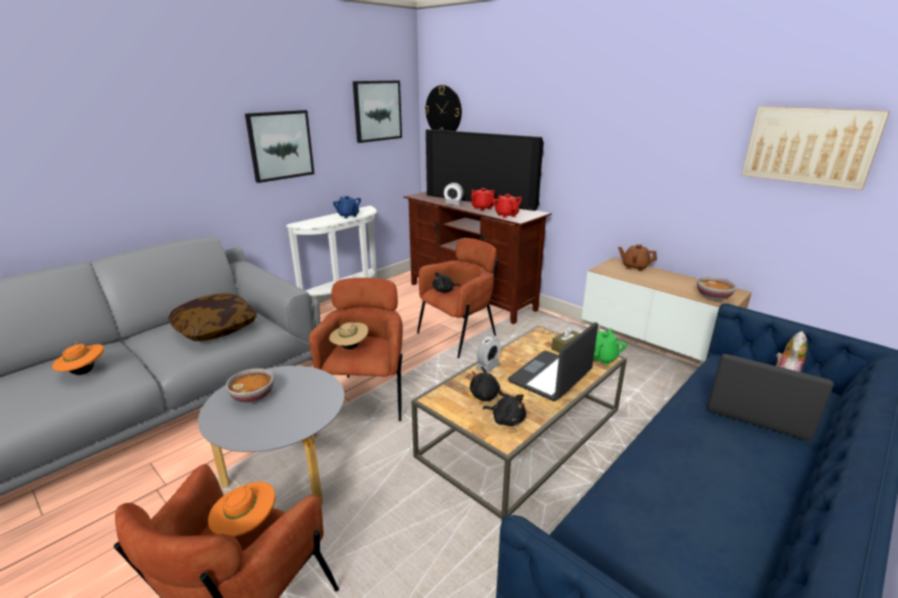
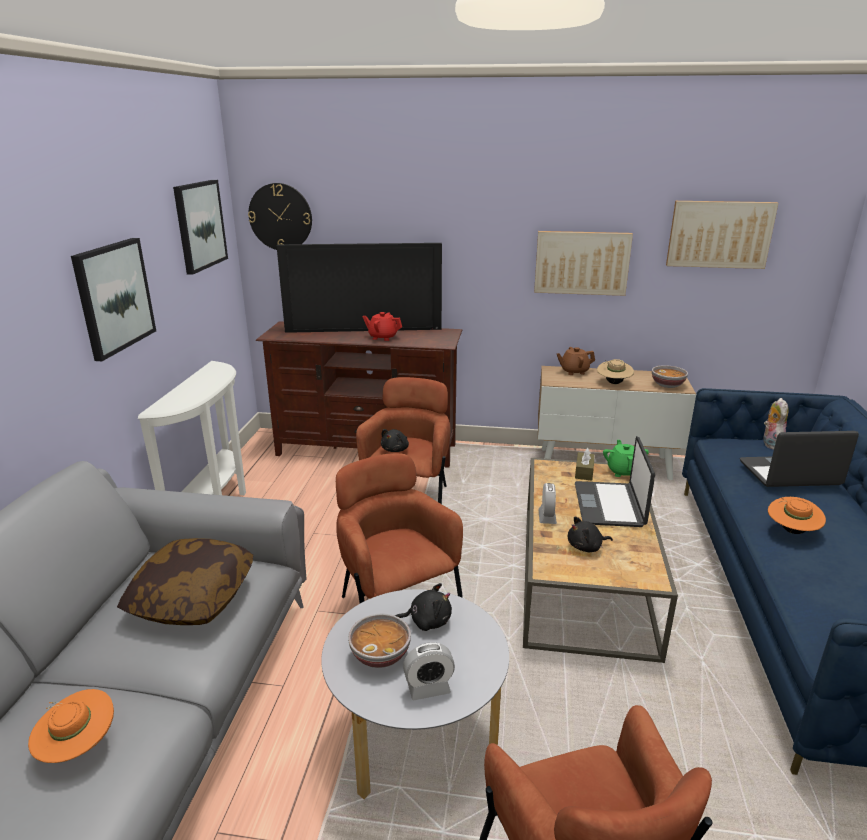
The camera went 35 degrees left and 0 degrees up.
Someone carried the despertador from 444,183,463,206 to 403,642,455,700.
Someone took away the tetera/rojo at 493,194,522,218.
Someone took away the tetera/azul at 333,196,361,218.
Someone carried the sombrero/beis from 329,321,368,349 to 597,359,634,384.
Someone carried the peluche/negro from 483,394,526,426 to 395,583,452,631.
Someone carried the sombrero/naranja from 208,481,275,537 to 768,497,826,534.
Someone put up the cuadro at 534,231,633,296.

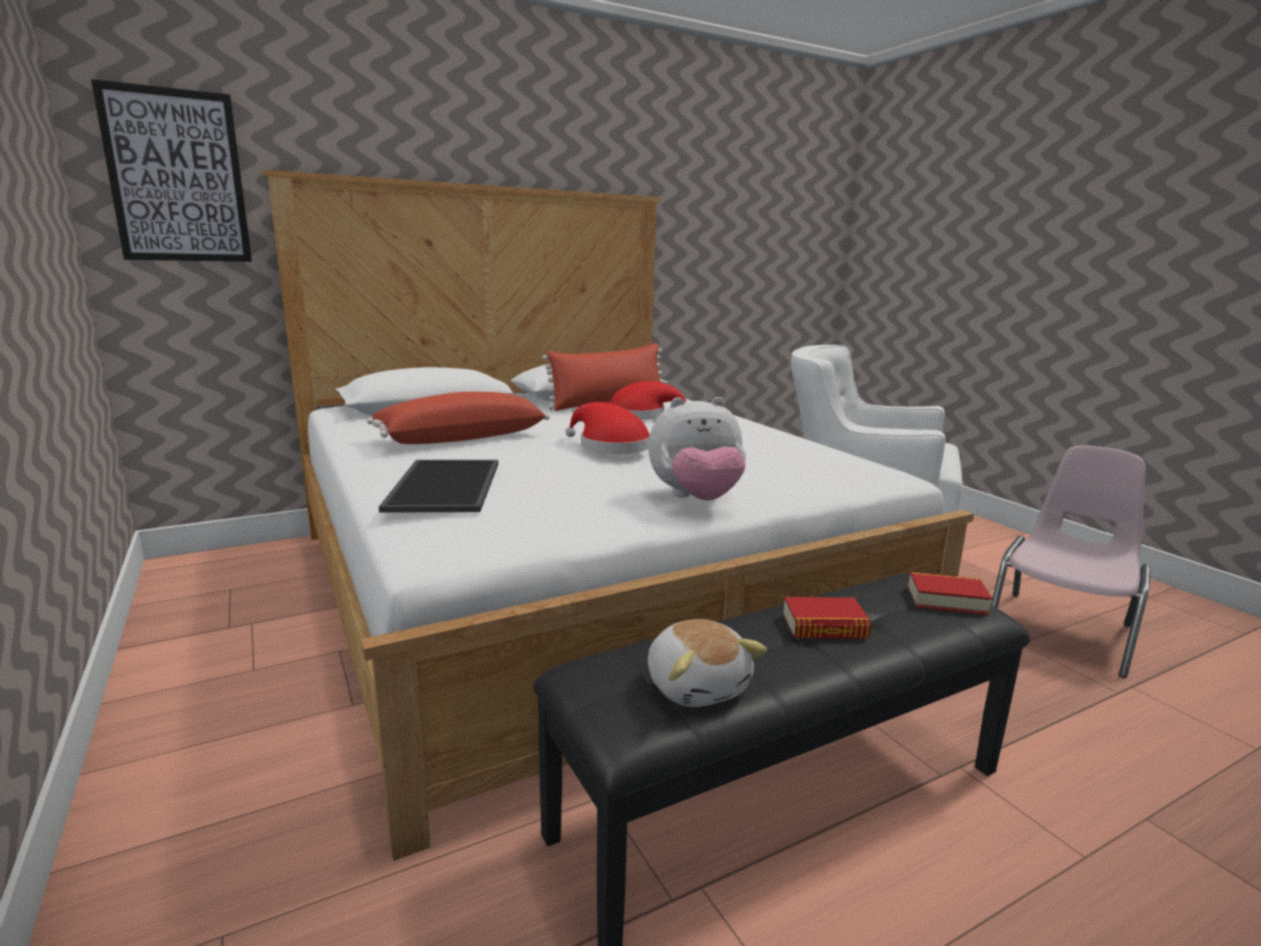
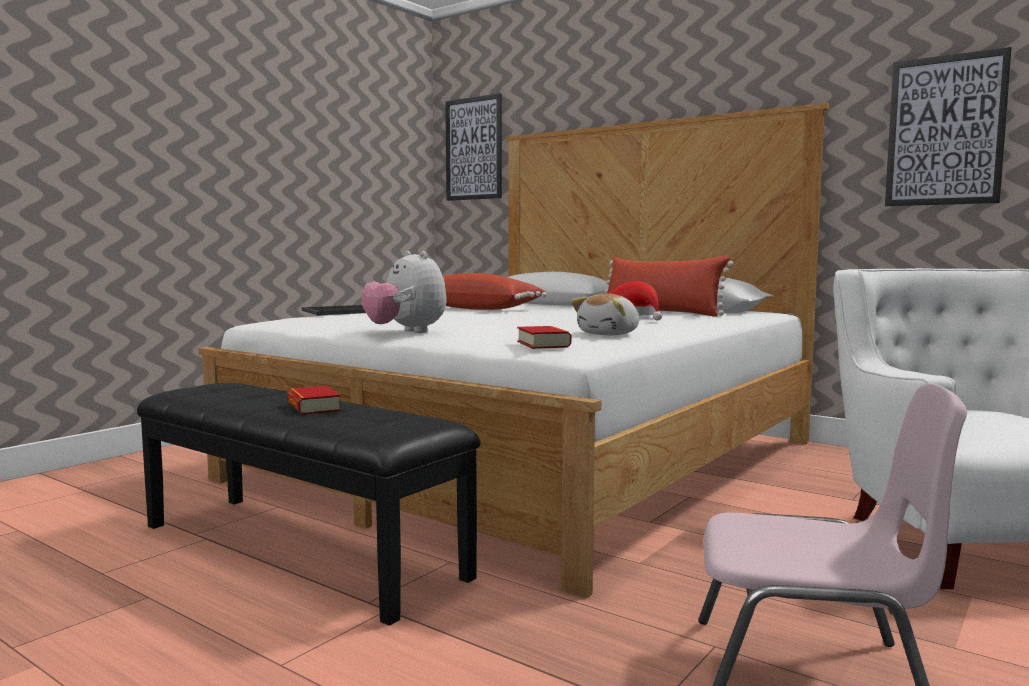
The camera went 65 degrees right and 10 degrees down.
Someone took away the sombrero/rojo at 565,402,650,454.
Someone carried the libro from 908,572,992,615 to 517,326,571,349.
Someone carried the peluche from 648,619,767,707 to 571,293,639,335.
Someone put up the cuadro at 885,47,1012,206.

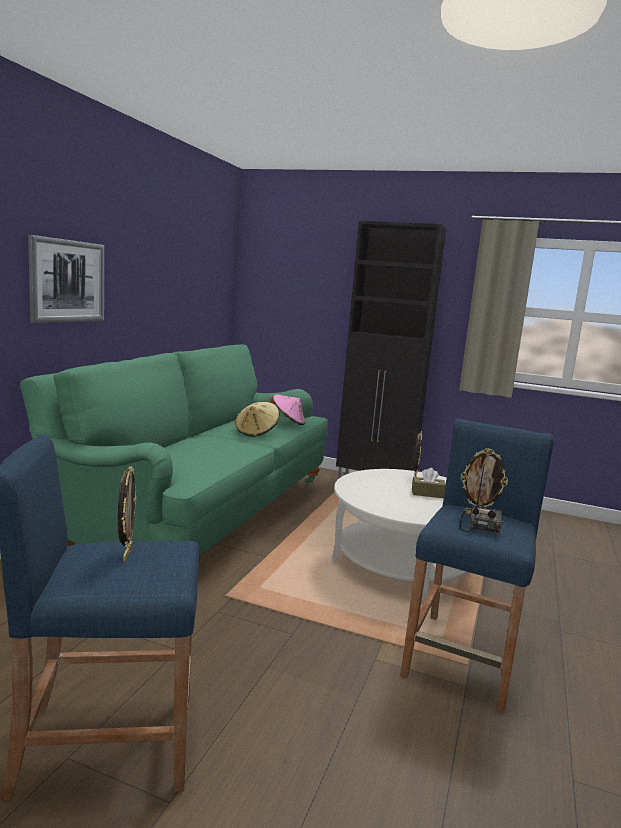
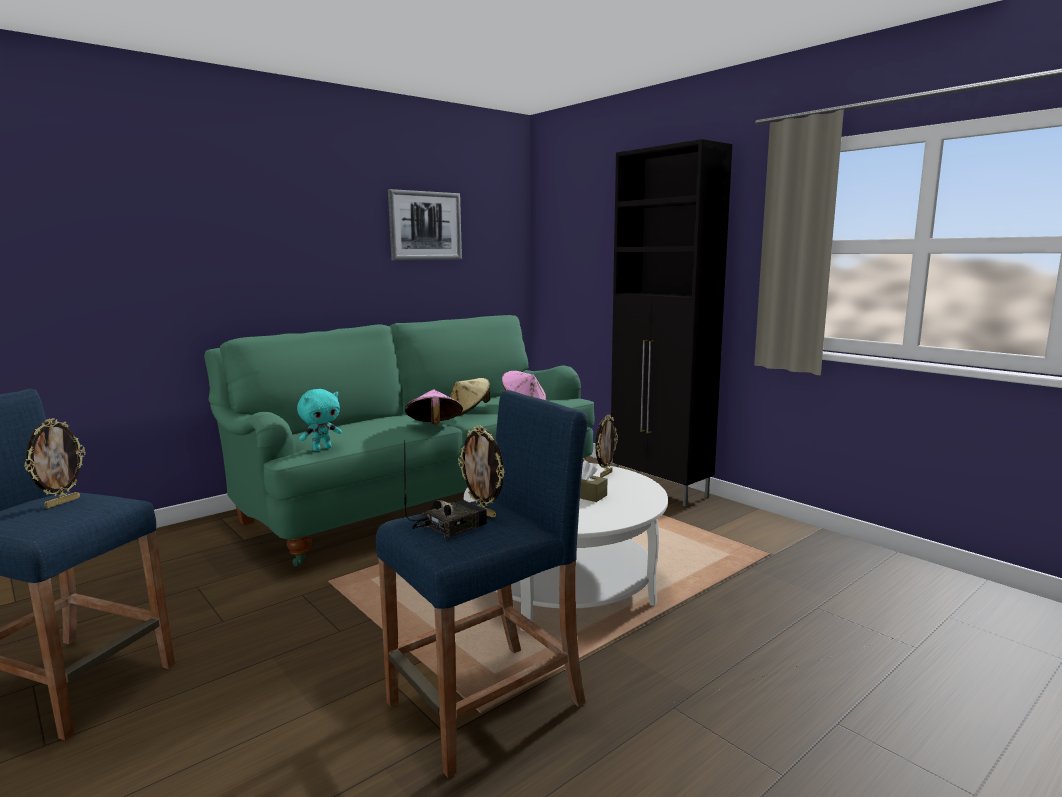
The camera went 30 degrees right and 0 degrees up.
Someone carried the cuadro from 28,235,104,323 to 388,189,462,261.
Someone put down the peluche/turquesa at 297,389,342,451.
Someone put down the sombrero/rosa at 405,390,463,424.

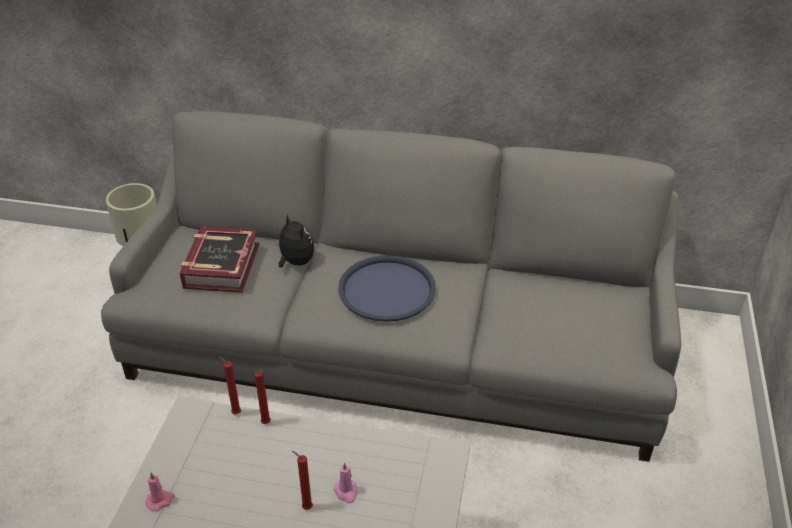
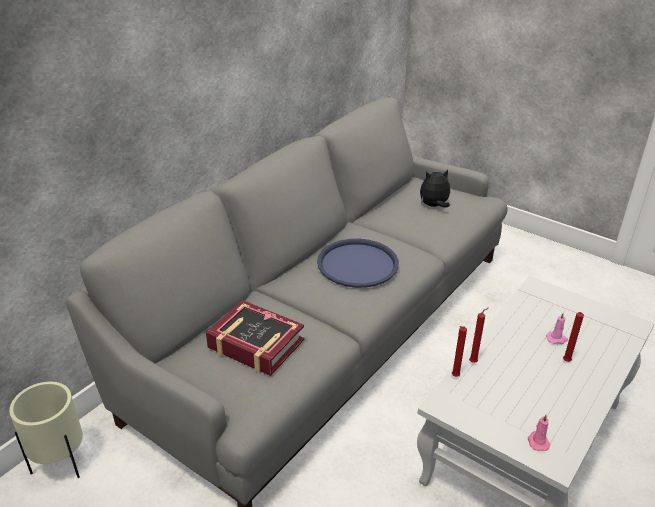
The camera went 65 degrees left and 5 degrees down.
Someone carried the peluche from 274,214,314,267 to 420,170,450,208.

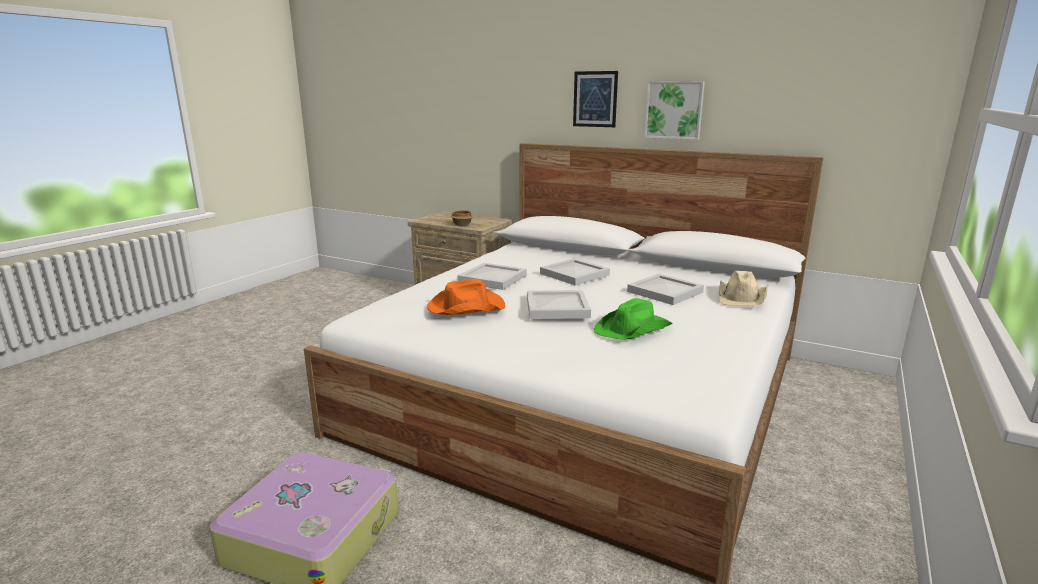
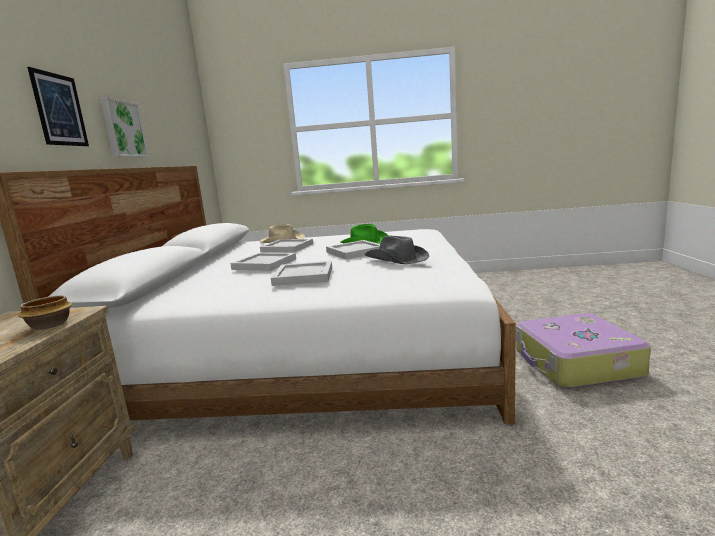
The camera went 115 degrees left and 5 degrees down.
Someone repainted the sombrero/naranja at 427,279,505,315, which became the sombrero/gris at 365,236,429,264.

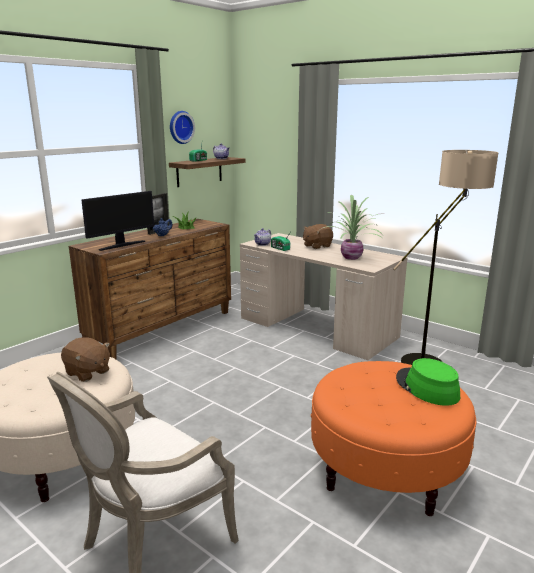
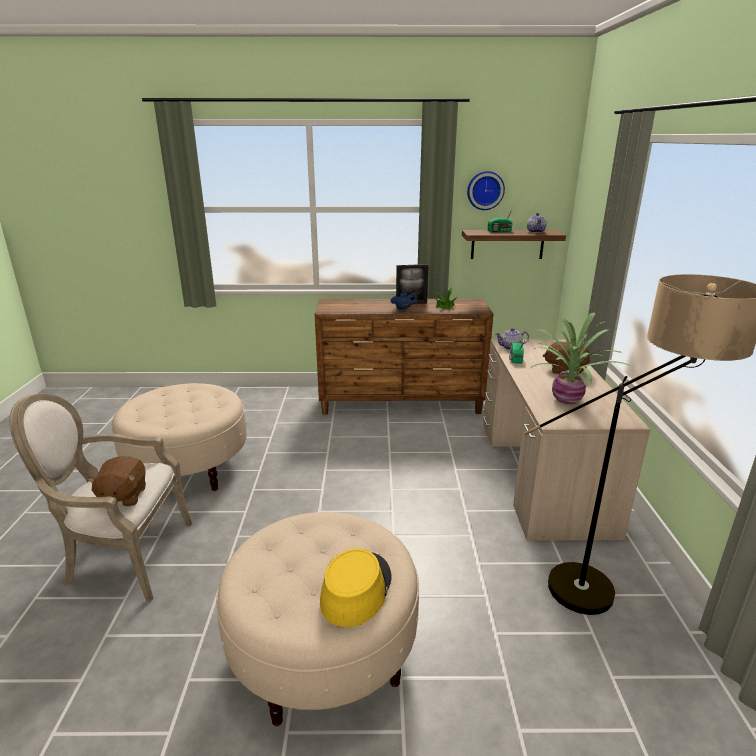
The camera went 50 degrees right and 5 degrees up.
Someone took away the monitor at 81,191,154,251.
Someone carried the peluche/marrón from 61,337,110,382 to 87,456,146,507.
Someone repainted the sombrero/verde at 396,358,460,406, which became the sombrero/amarillo at 320,549,391,627.
Someone repainted the puf/naranja at 311,361,476,516, which became the puf/beis at 216,512,419,726.

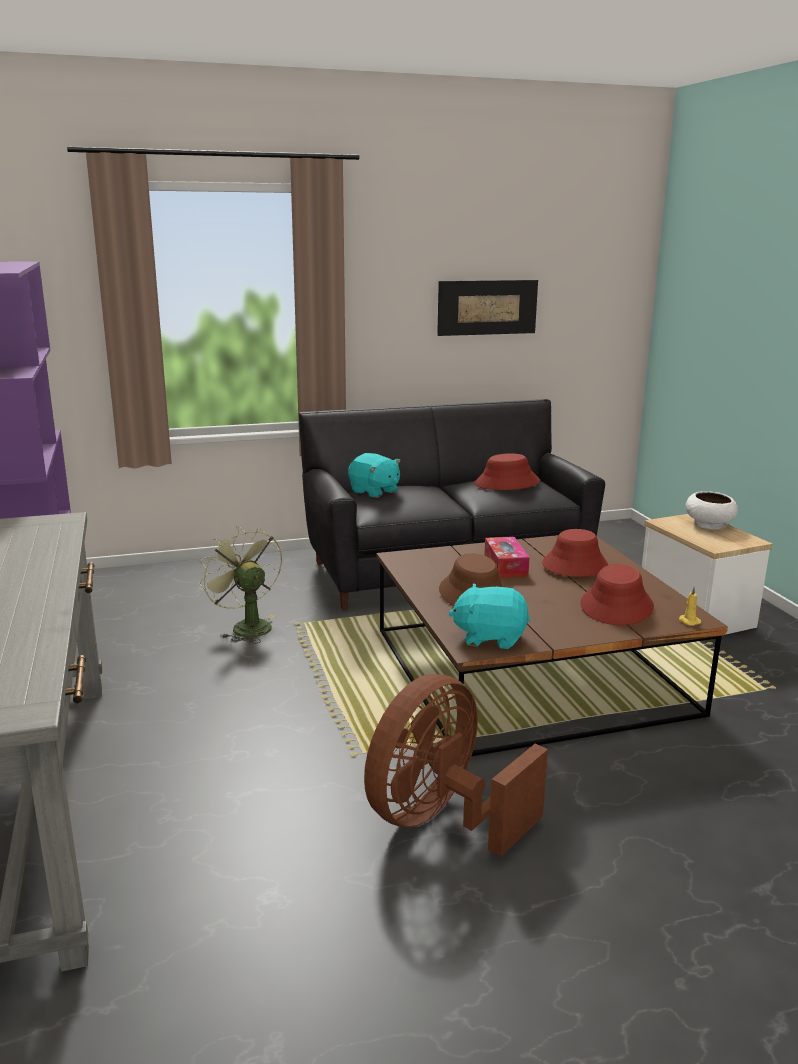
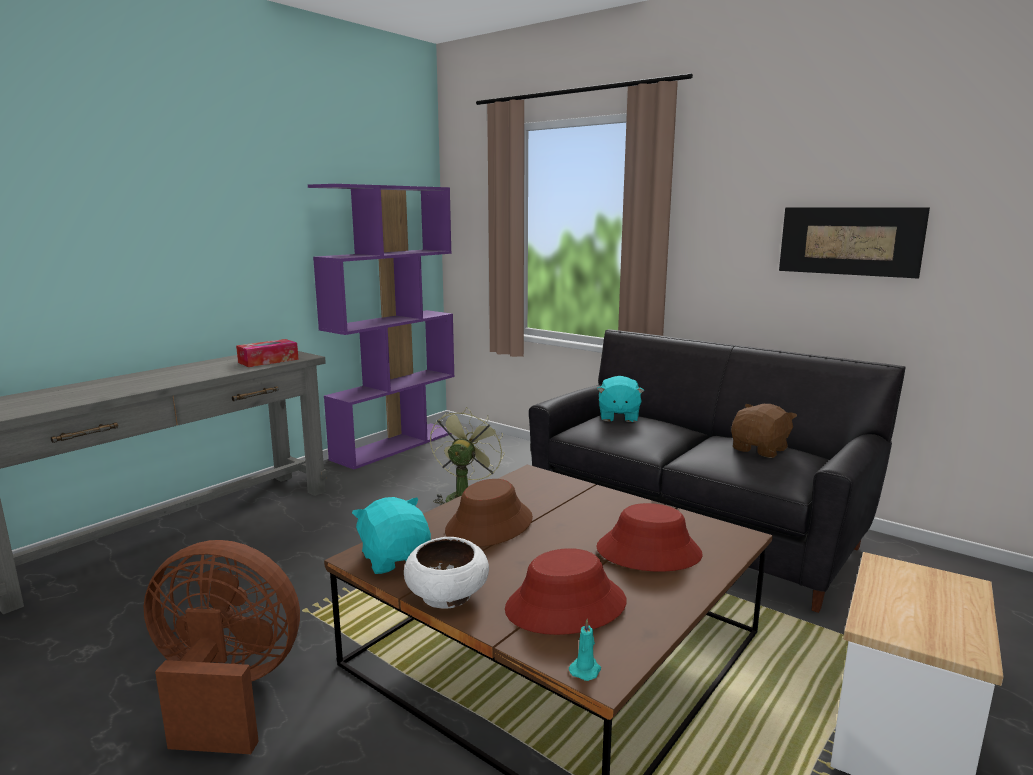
The camera went 55 degrees right and 5 degrees down.
Someone swapped the sombrero/rojo at 474,453,540,490 for the peluche/marrón at 731,404,797,458.
Someone carried the cuenco/blanco from 685,491,738,529 to 404,537,489,609.
Someone carried the caja de pañuelos from 484,537,530,578 to 236,339,299,367.
Someone repainted the vela/amarillo at 679,587,701,626, which became the vela/turquesa at 569,619,601,681.

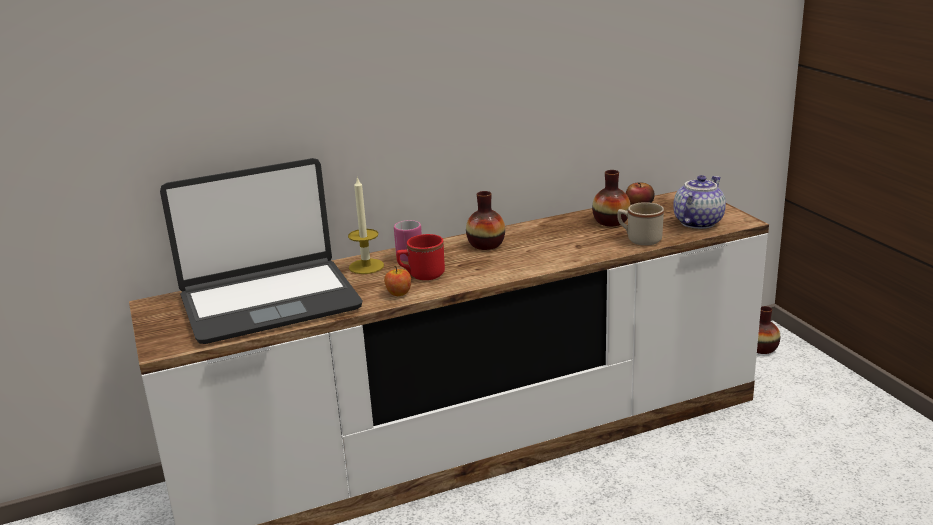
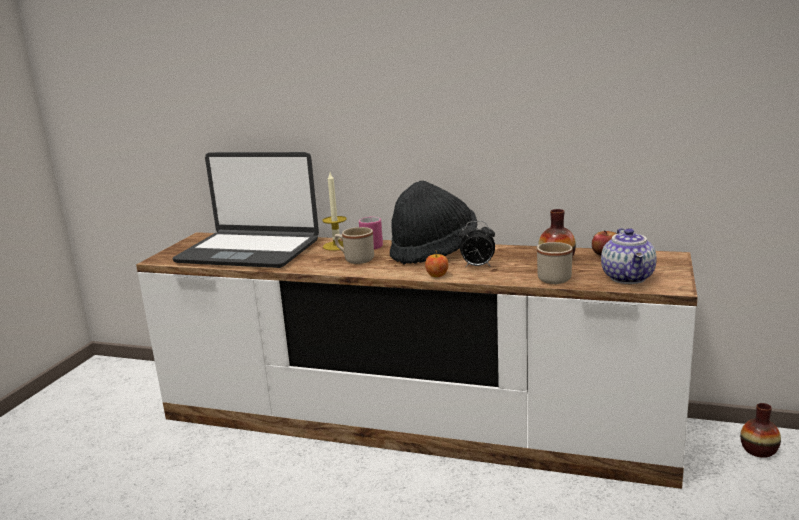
The camera went 40 degrees right and 5 degrees down.
Someone rotated the tetera at 673,175,726,229 by 105 degrees clockwise.
Someone swapped the florero at 466,191,505,250 for the sombrero/negro at 390,181,477,265.
Someone repainted the taza grande/rojo at 396,234,445,280, which became the taza grande/beis at 334,227,374,264.
Someone carried the manzana from 384,266,411,296 to 425,251,449,277.
Someone put down the despertador at 458,221,495,267.

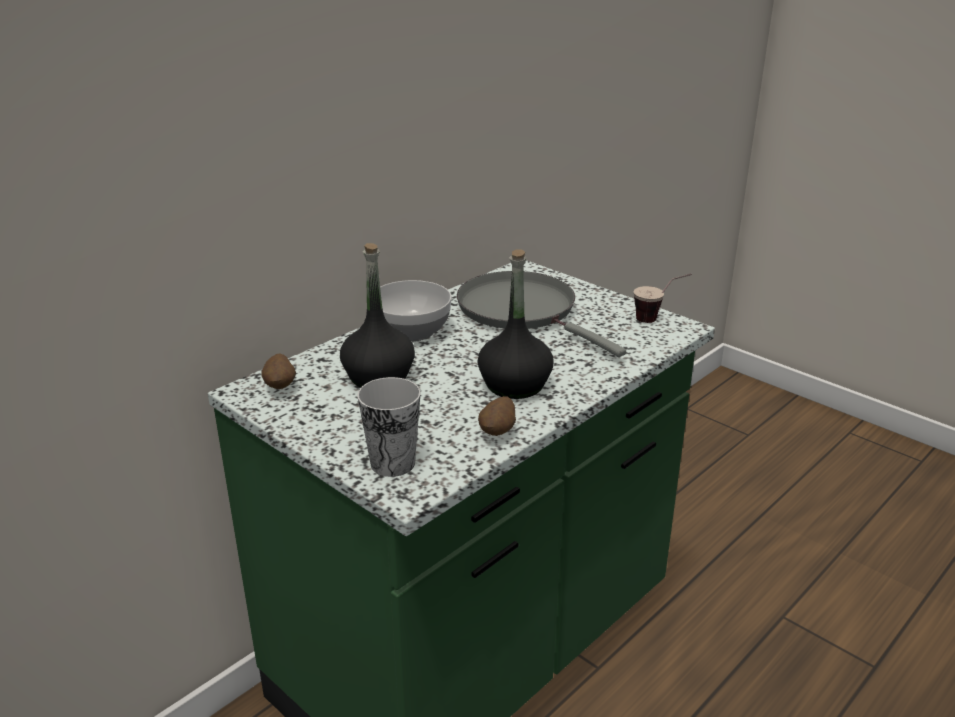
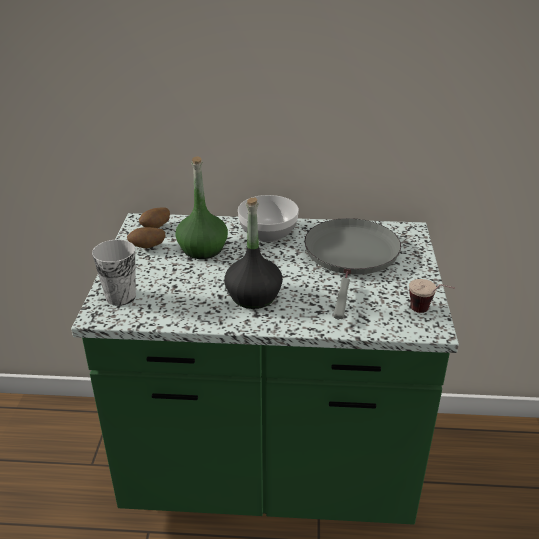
The camera went 50 degrees right and 5 degrees up.
Someone repainted the botella/negro at 340,243,415,388, which became the botella/verde at 175,156,228,259.
Someone carried the patata from 478,396,516,436 to 127,227,165,248.

